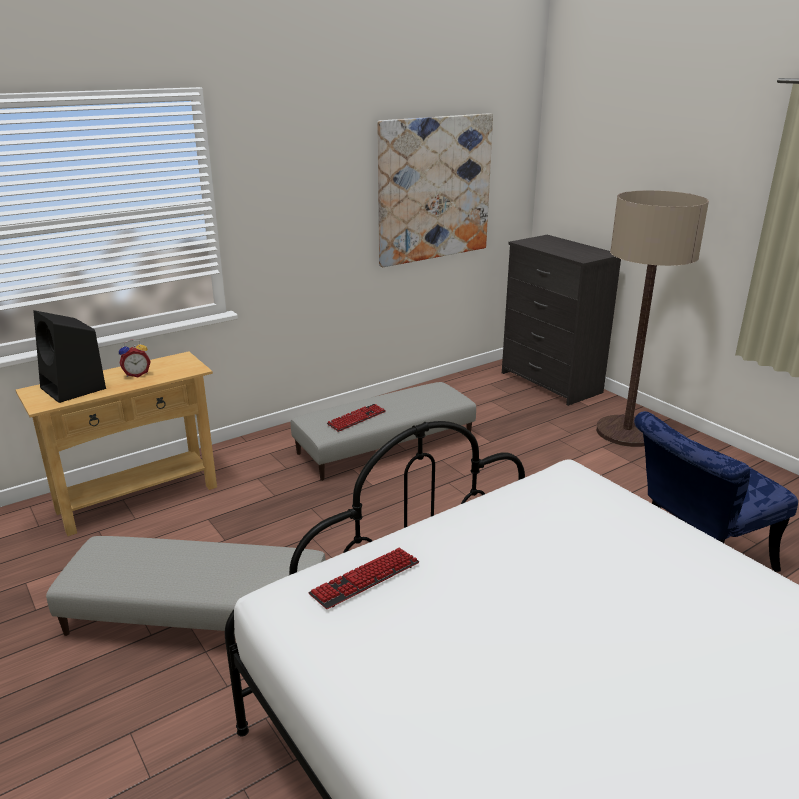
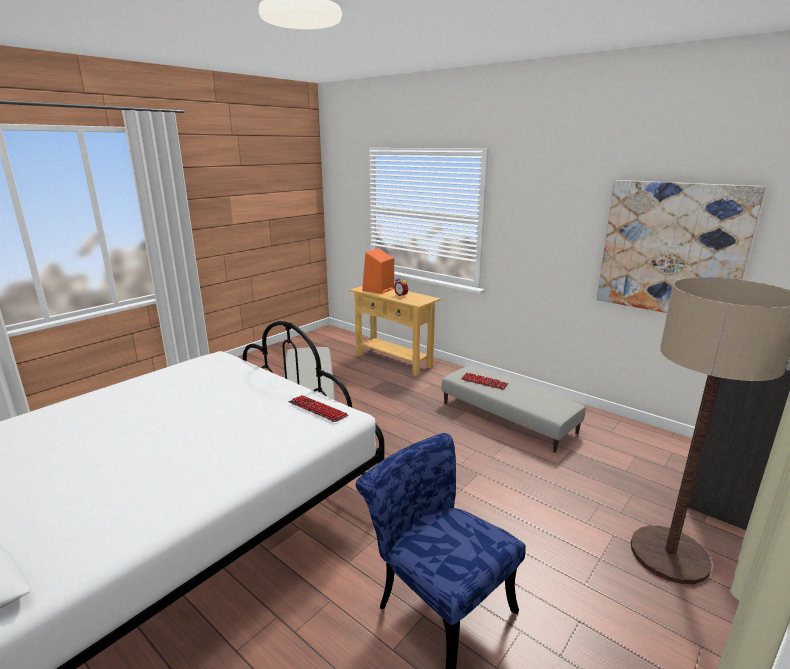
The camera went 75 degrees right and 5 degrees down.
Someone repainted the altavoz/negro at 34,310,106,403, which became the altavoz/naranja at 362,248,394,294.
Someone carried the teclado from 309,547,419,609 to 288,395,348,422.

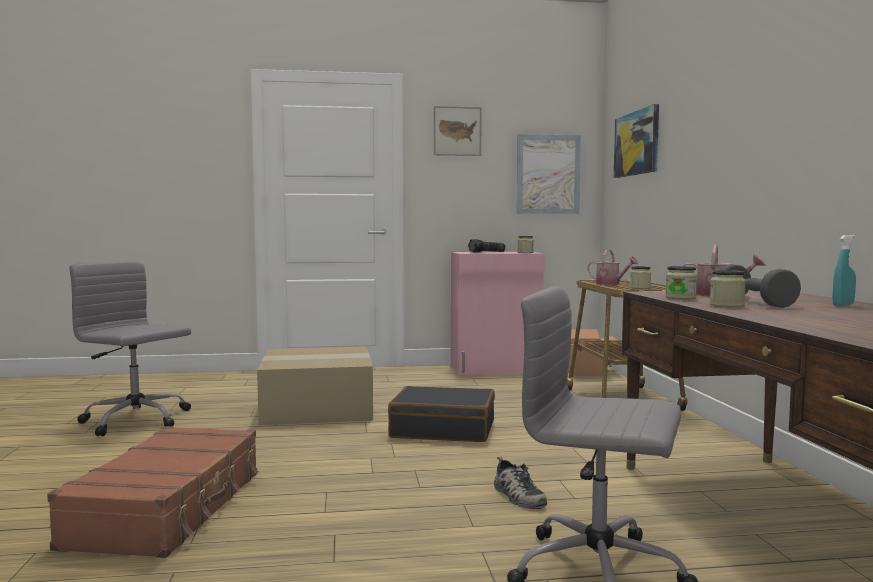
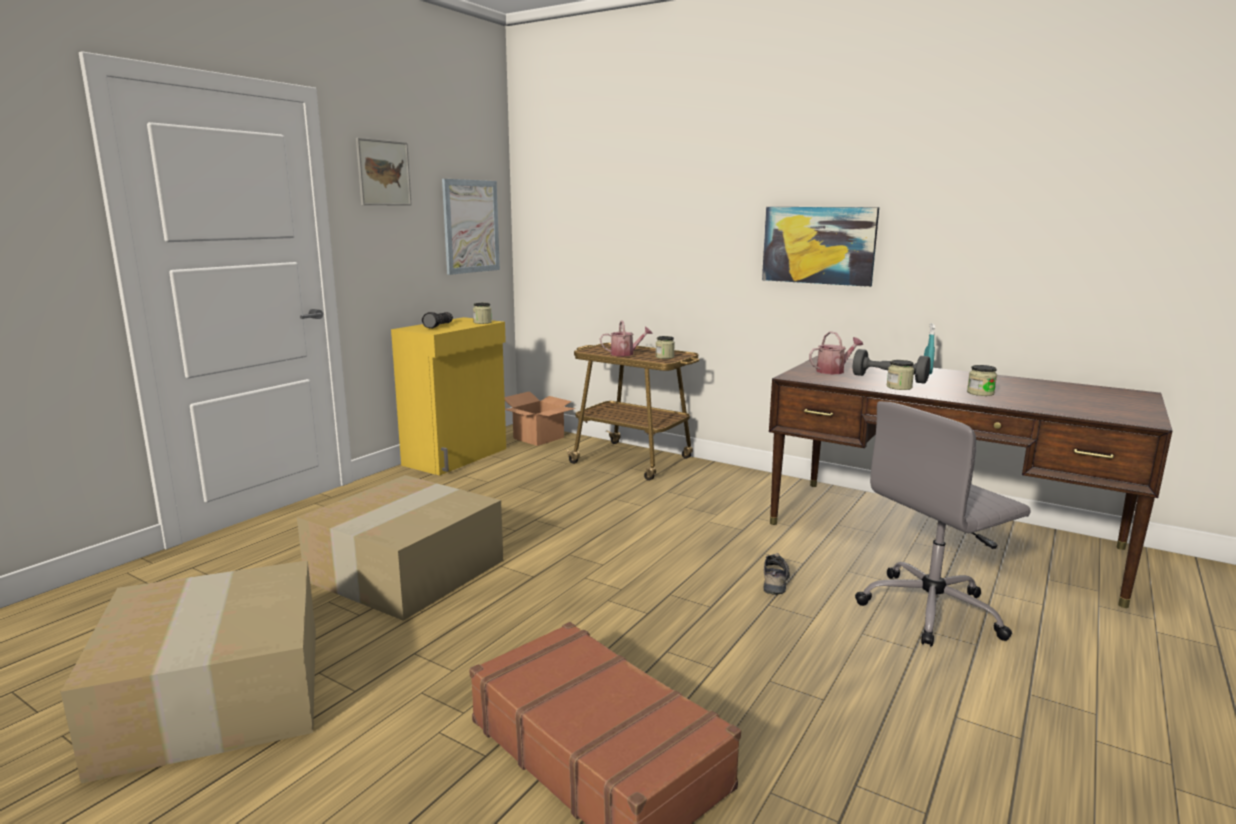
The camera went 50 degrees left and 10 degrees up.
Someone carried the cuadro from 614,104,659,178 to 762,207,879,287.
Someone repainted the armario/rosa at 451,252,545,375, which became the armario/amarillo at 391,317,506,475.
Someone swapped the silla de oficina/gris at 69,261,191,436 for the caja de cartón at 61,560,316,784.
Someone carried the tarro from 665,266,697,299 to 967,365,997,396.
Someone took away the maleta/negro at 388,386,495,442.
Someone rotated the zapato at 494,457,547,509 by 90 degrees counterclockwise.

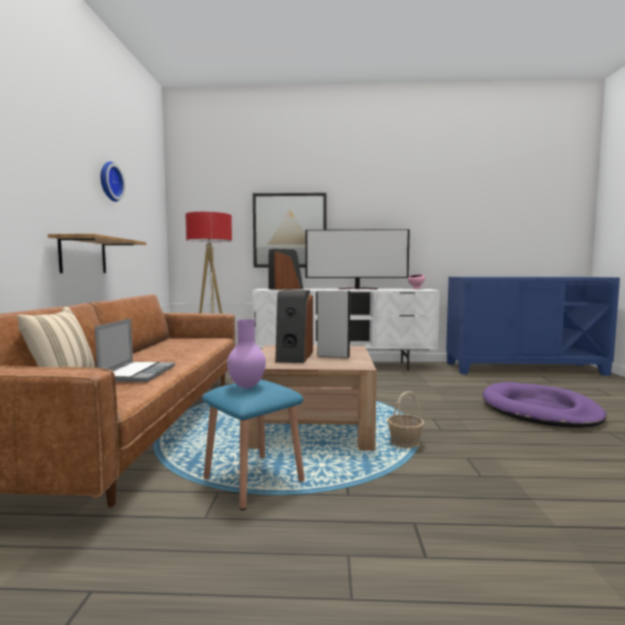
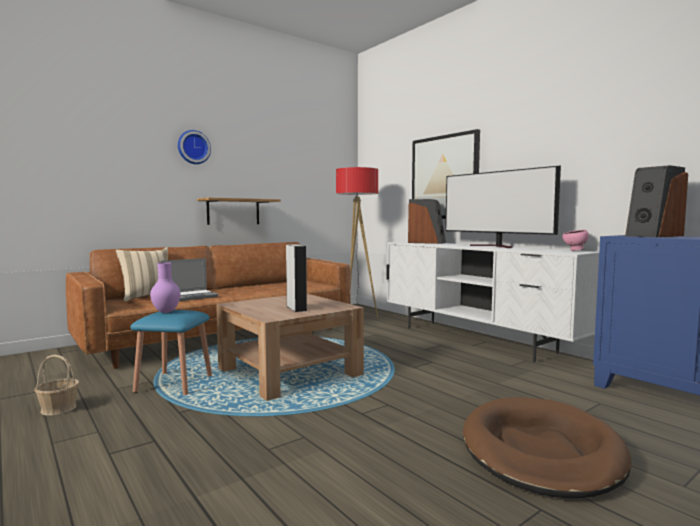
The camera went 50 degrees right and 0 degrees up.
Someone carried the reloj de pared from 100,161,125,202 to 178,130,211,164.
Someone carried the altavoz from 275,290,313,363 to 625,165,688,237.
Someone repainted the cama para perro/morado at 483,382,607,428, which became the cama para perro/marrón at 463,397,631,498.
Someone carried the cesta from 387,391,424,448 to 34,355,79,416.

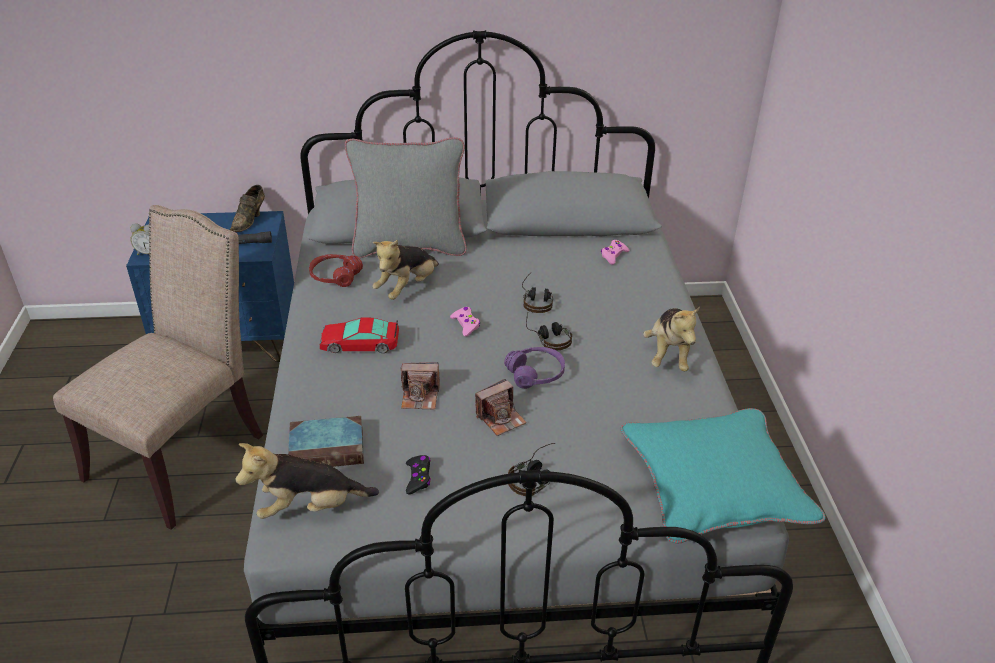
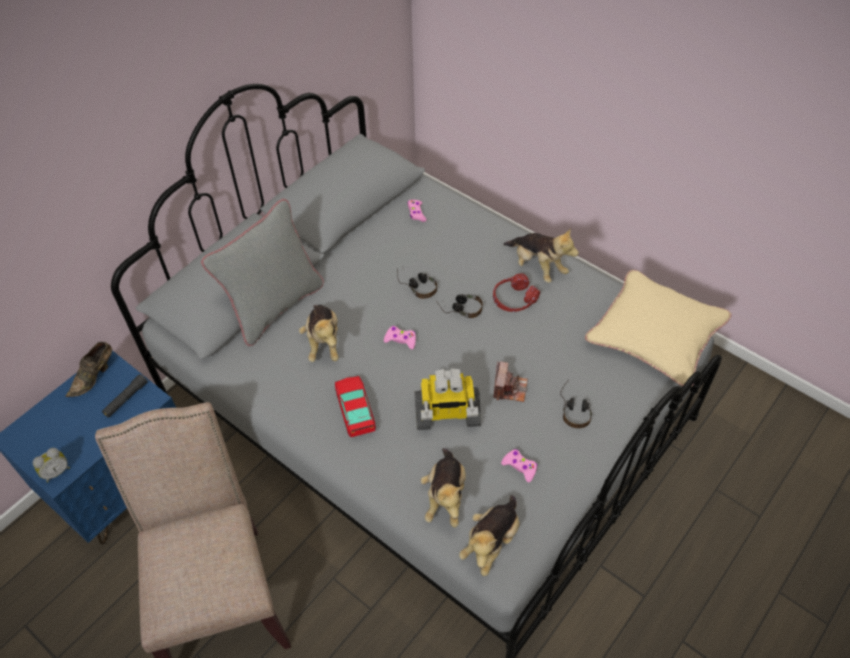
The camera went 45 degrees left and 15 degrees up.
Someone rotated the zapato/marrón at 230,185,265,232 by 60 degrees clockwise.
Someone carried the auriculares/rojo from 309,254,363,287 to 493,273,540,312.
Someone rotated the coche de juguete at 320,317,399,353 by 120 degrees clockwise.
Someone took away the auriculares/morado at 504,347,565,389.
Someone swapped the cámara at 401,362,440,409 for the robot de juguete at 414,368,481,430.
Someone repainted the cojín/turquesa at 620,408,826,544, which became the cojín/beis at 585,270,732,387.
Someone swapped the libro at 288,416,364,467 for the peluche at 421,448,466,527.
Someone repainted the mando de consola/negro at 406,455,431,494, which became the mando de consola/rosa at 501,449,538,483.

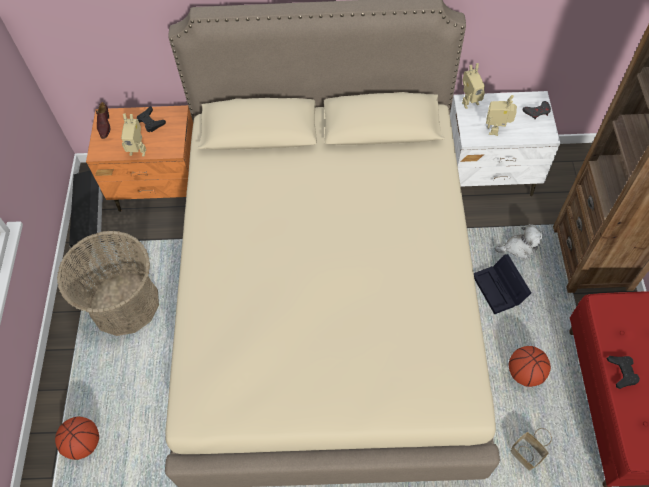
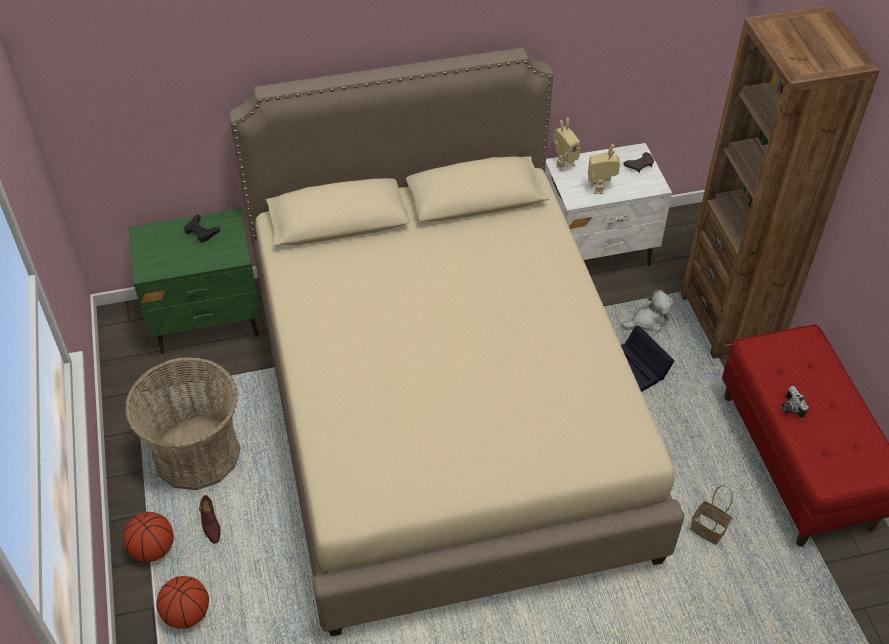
The camera went 15 degrees left and 10 degrees down.
Someone carried the zapato/marrón from 96,102,110,139 to 199,495,220,544.
Someone repainted the mesita de noche/naranja at 86,105,193,212, which became the mesita de noche/verde at 129,209,261,354.
Someone took away the robot de juguete at 121,113,146,156.
Someone took away the caja de almacenaje/negro at 69,170,103,250.
Someone carried the balón de baloncesto from 509,346,551,387 to 123,512,174,562.
Someone swapped the mando de consola/negro at 607,356,640,389 for the cámara at 781,386,808,418.

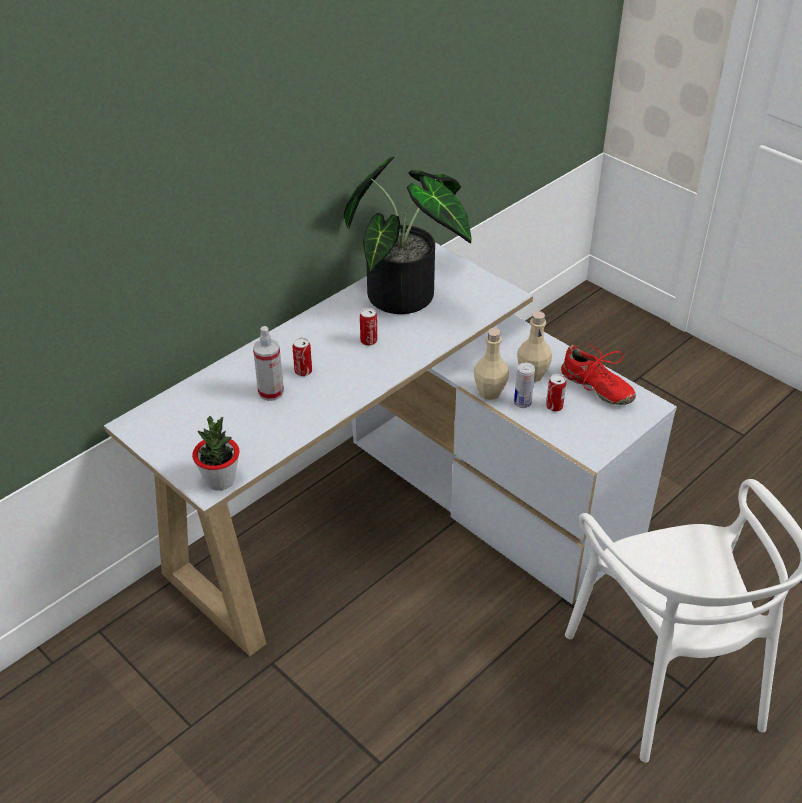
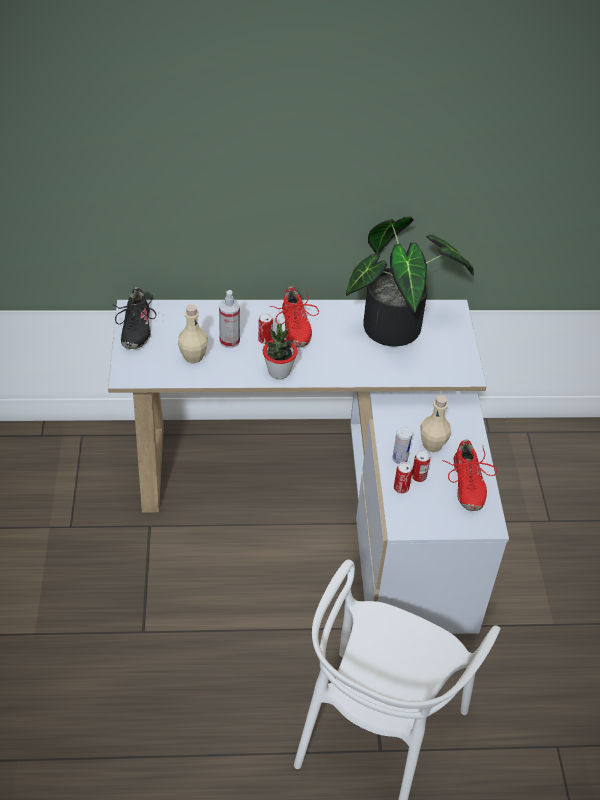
The camera went 40 degrees right and 5 degrees up.
Someone carried the lata from 360,308,377,346 to 394,462,413,493.
Someone carried the botella/beis from 474,328,509,400 to 178,304,208,364.
Someone carried the planta en maceta from 192,416,239,491 to 263,324,298,379.
Someone put down the zapato/rojo at 270,286,319,347.
Someone put down the zapato/negro at 114,287,156,349.

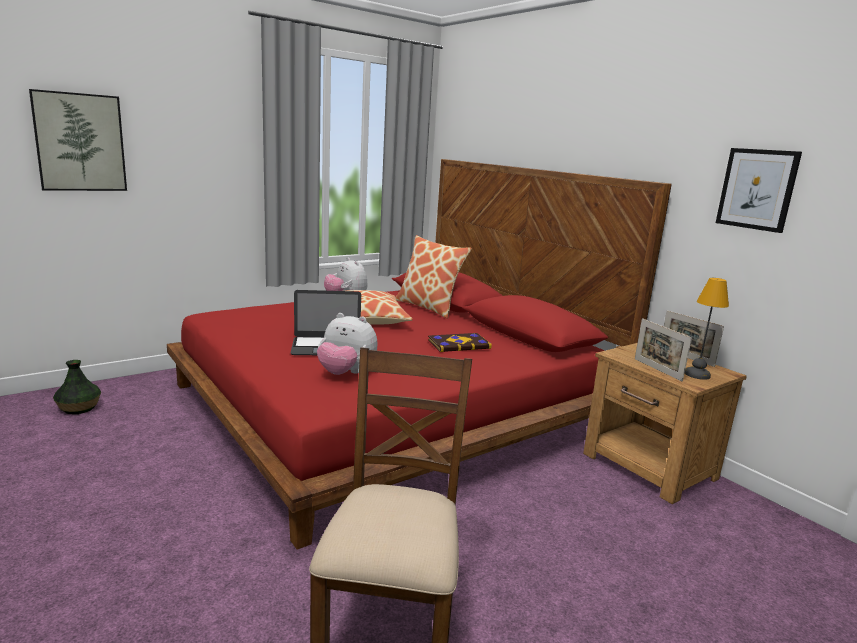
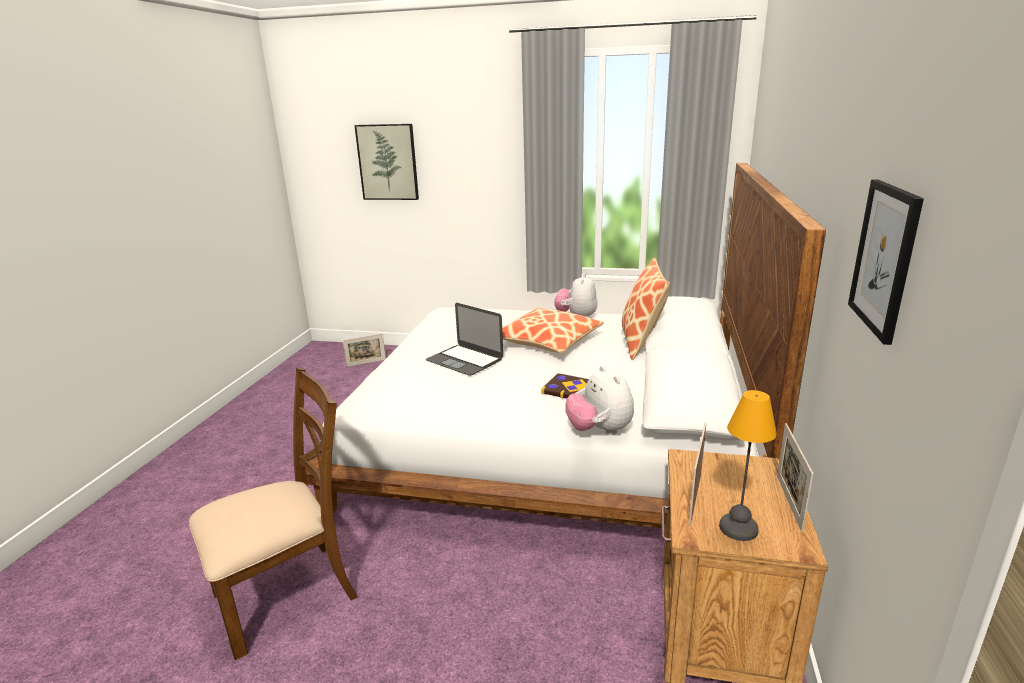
The camera went 50 degrees right and 5 degrees up.
Someone repainted the cama/rojo at 167,159,672,550, which became the cama/blanco at 306,163,826,529.
Someone carried the peluche from 317,313,377,375 to 565,366,634,435.
Someone swapped the florero at 53,360,101,414 for the portarretratos at 343,334,386,367.

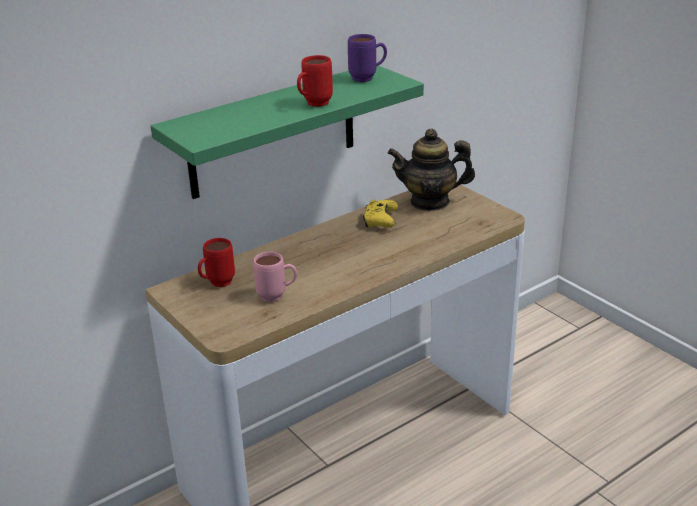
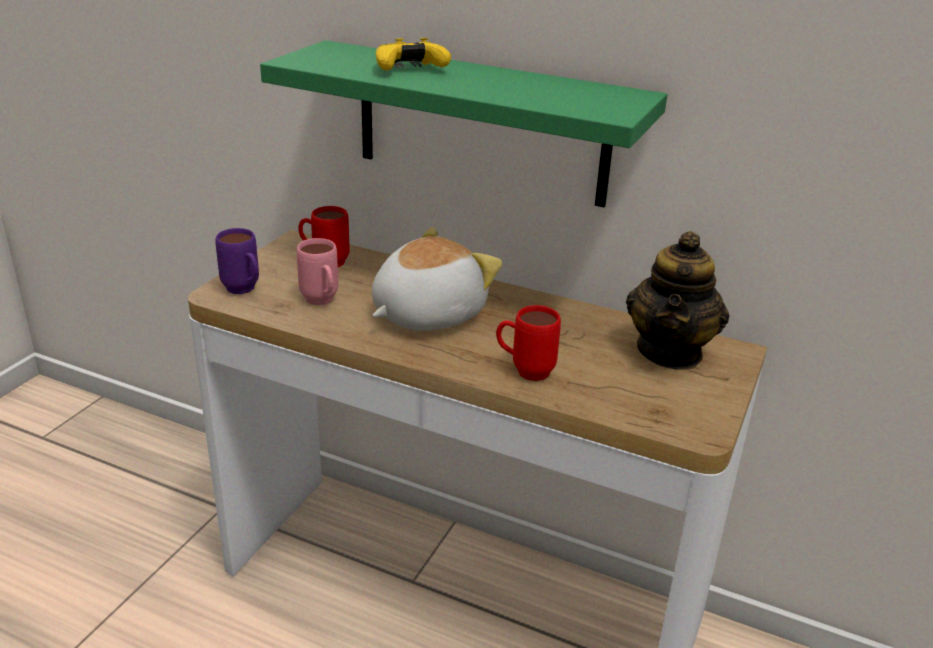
The camera went 60 degrees right and 0 degrees up.
Someone carried the taza grande/morado from 348,34,387,82 to 215,228,259,294.
Someone carried the taza grande/rojo from 297,55,333,107 to 496,305,561,381.
Someone rotated the tetera at 388,129,475,211 by 135 degrees counterclockwise.
Someone carried the mando de consola/amarillo from 363,200,398,228 to 376,38,451,71.
Someone put down the peluche at 372,227,502,331.

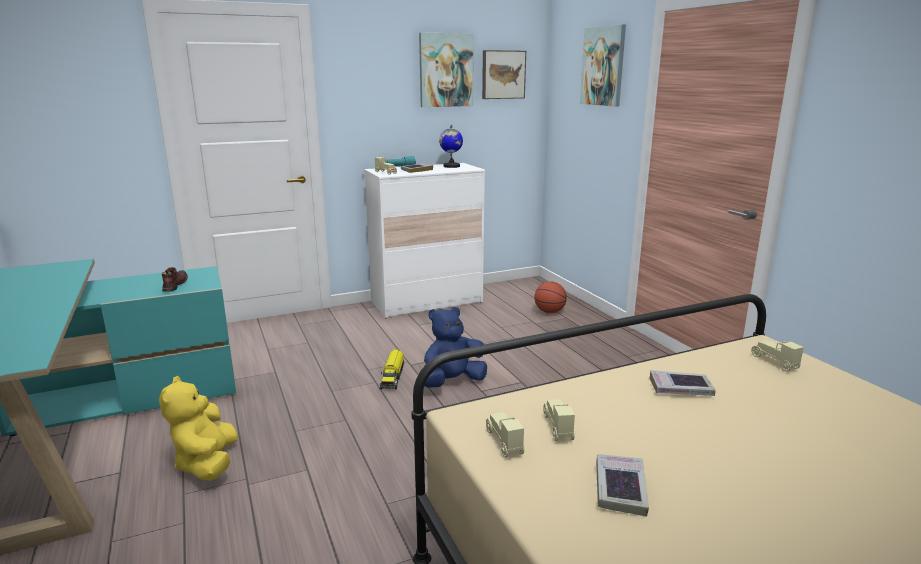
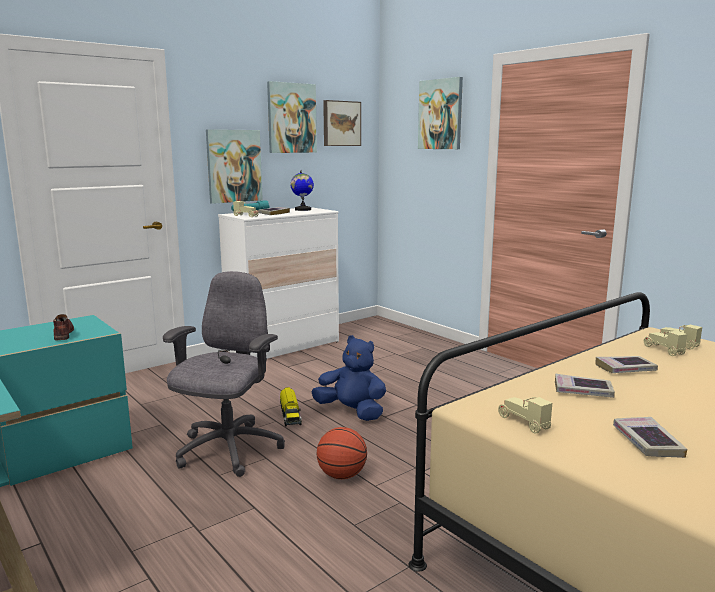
The camera went 15 degrees left and 5 degrees down.
Someone carried the balón de baloncesto from 534,281,567,313 to 317,427,367,479.
Someone rotated the peluche/azul at 424,307,487,388 by 75 degrees clockwise.
Someone took away the peluche/amarillo at 159,376,238,481.
Someone carried the coche de juguete/beis from 543,399,575,441 to 644,331,687,356.
Someone put up the cuadro at 206,129,263,204.
Someone put down the silla de oficina/gris at 163,271,285,477.
Someone put down the libro at 555,374,615,398.

